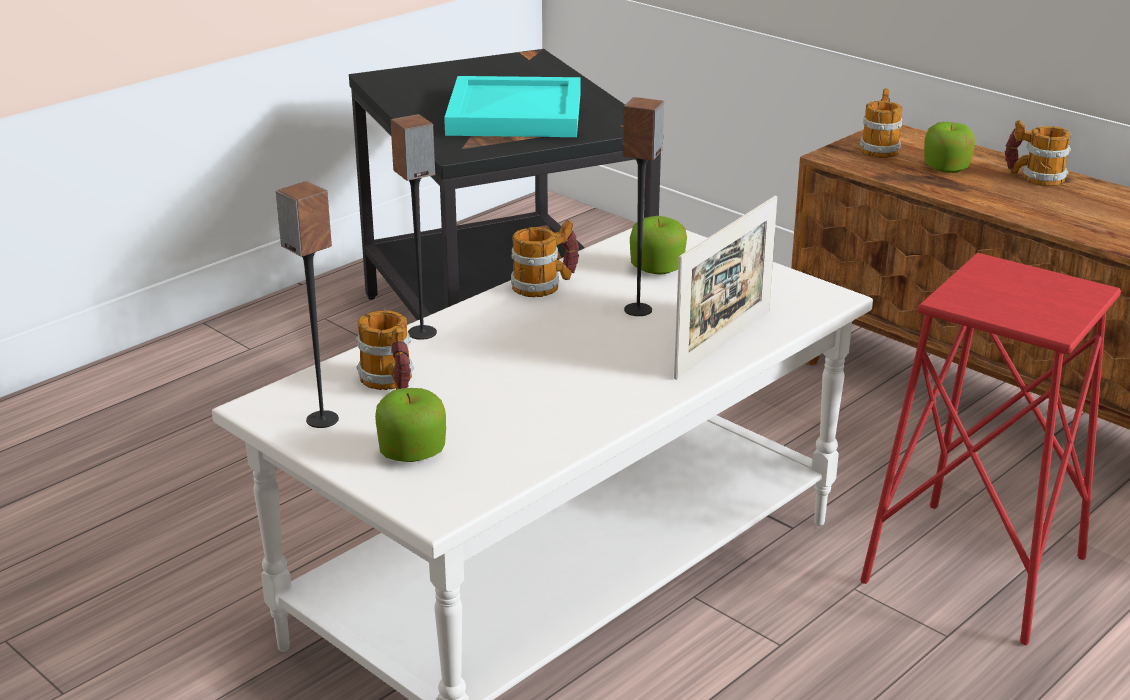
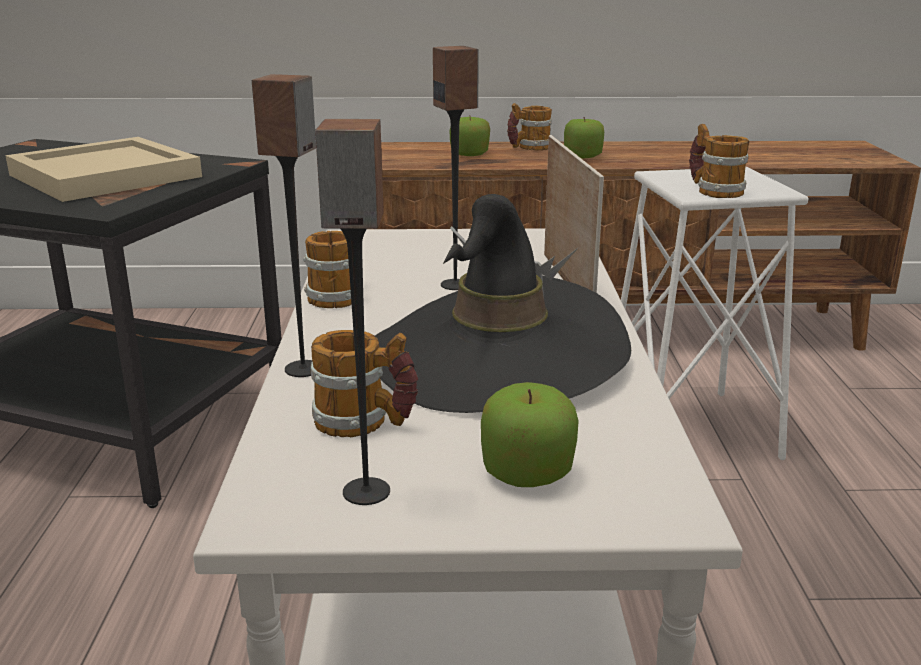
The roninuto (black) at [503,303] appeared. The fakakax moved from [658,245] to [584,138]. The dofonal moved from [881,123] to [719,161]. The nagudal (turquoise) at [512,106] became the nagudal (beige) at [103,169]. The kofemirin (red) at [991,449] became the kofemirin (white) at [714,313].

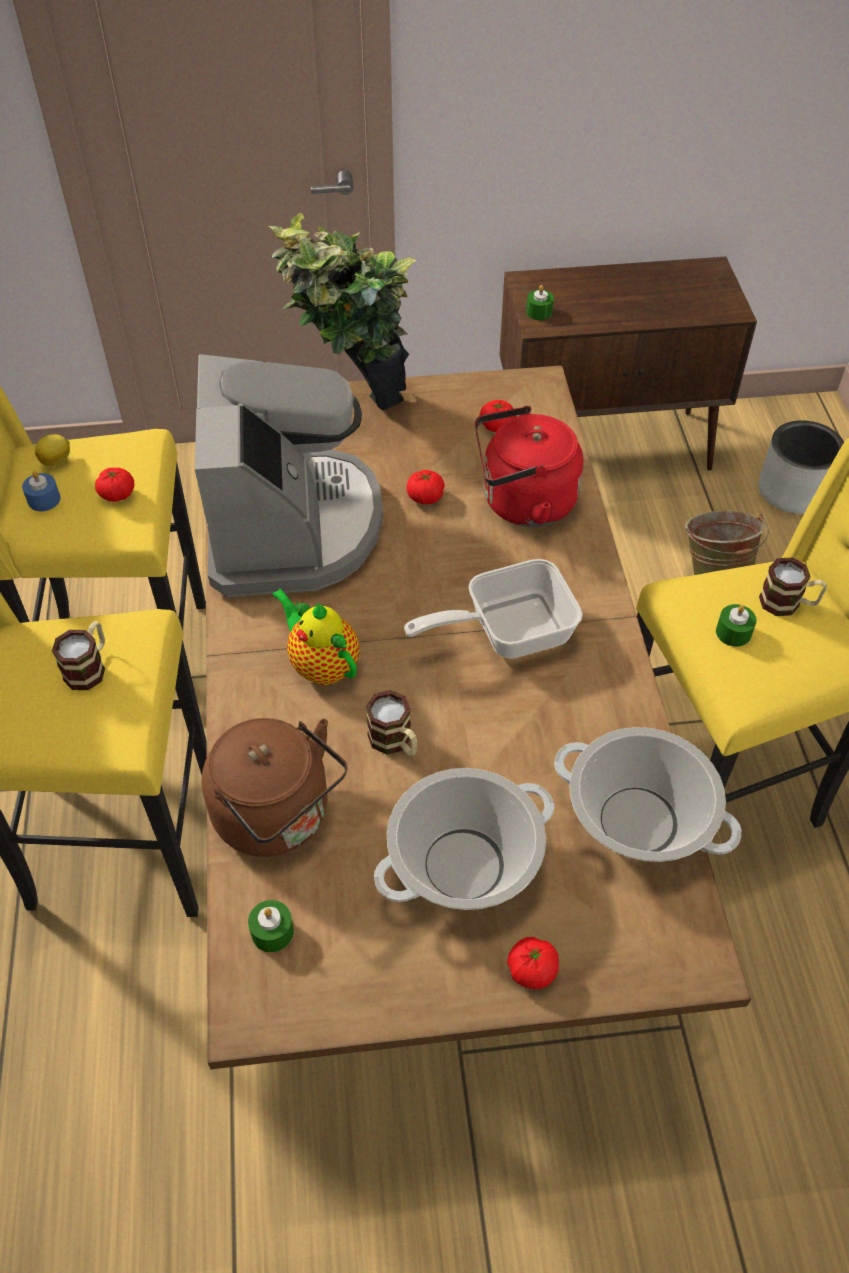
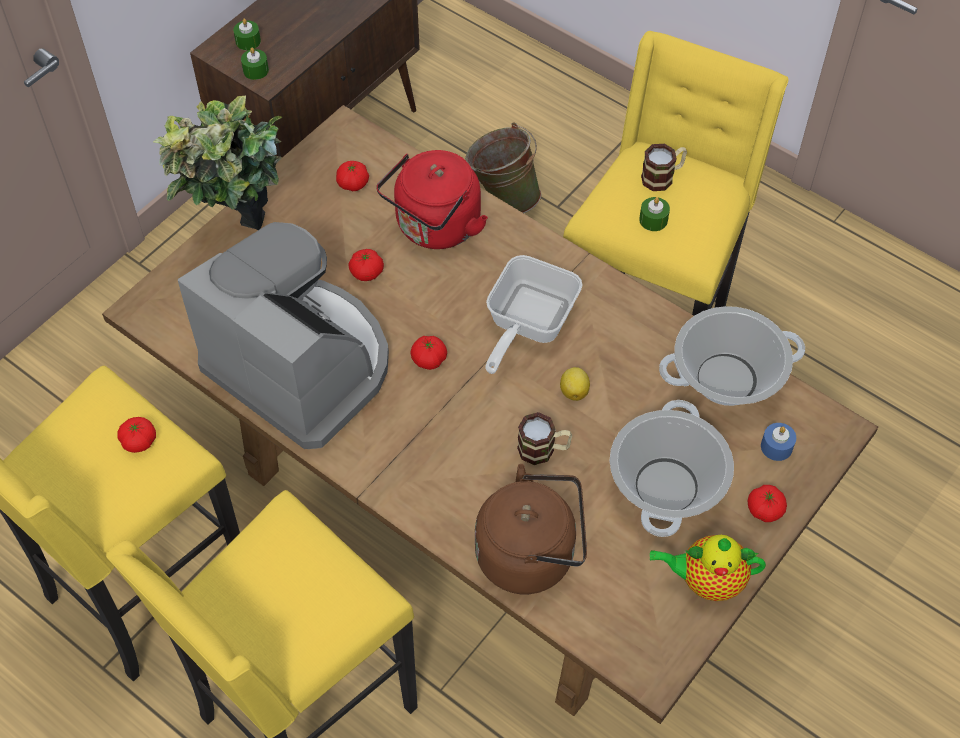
The dofonal at [78,655] disappeared. The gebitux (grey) at [801,467] disappeared. The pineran at [428,353] appeared. The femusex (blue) moved from [41,491] to [778,442]. The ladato moved from [52,450] to [575,384]. The femusex (green) moved from [271,926] to [247,34]. The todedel moved from [315,636] to [708,568].

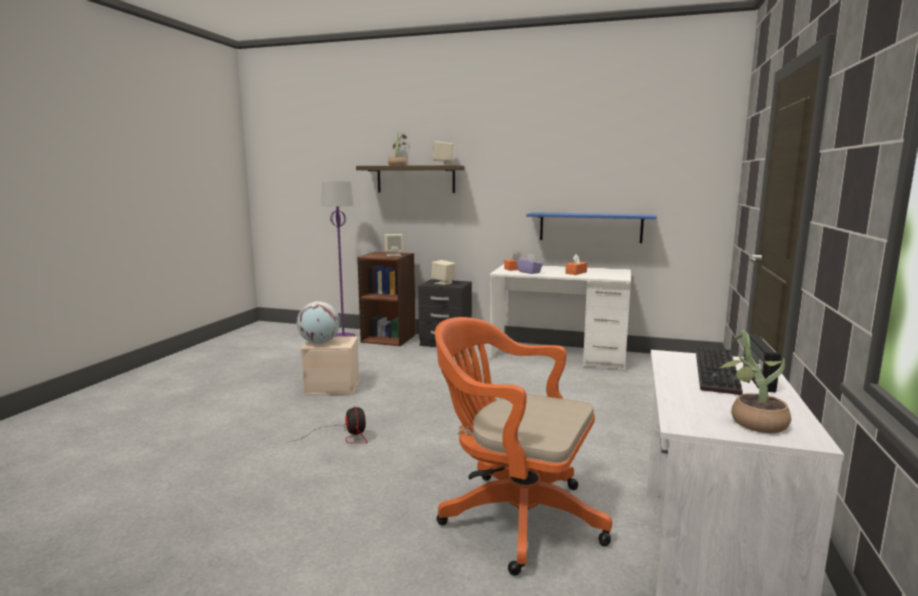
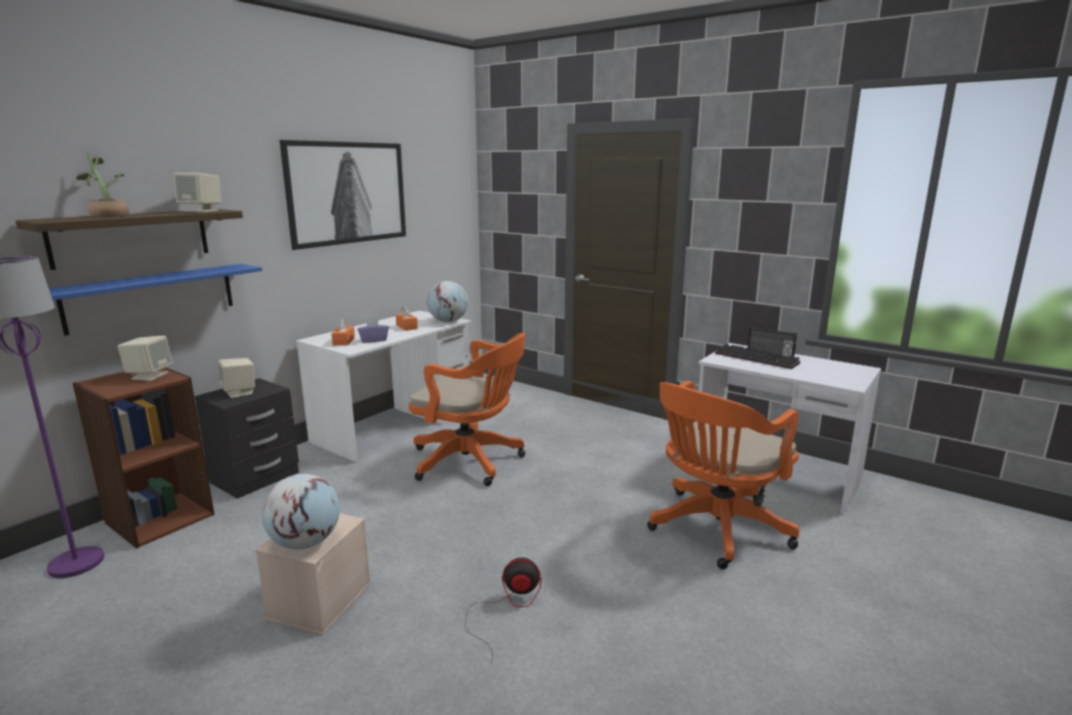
The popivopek at [755,381] disappeared. The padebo at [342,195] appeared. The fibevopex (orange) at [467,409] appeared. The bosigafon at [447,301] appeared. The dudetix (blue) moved from [591,227] to [155,300].

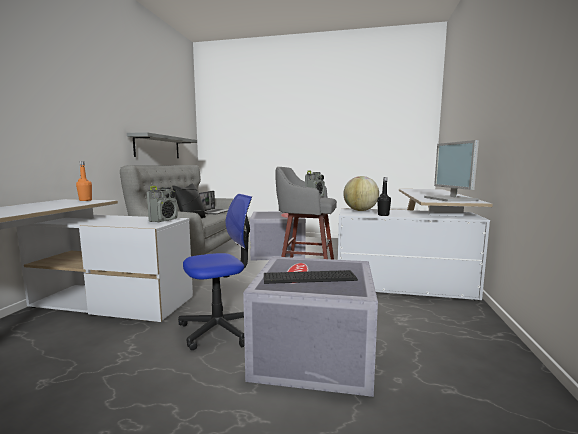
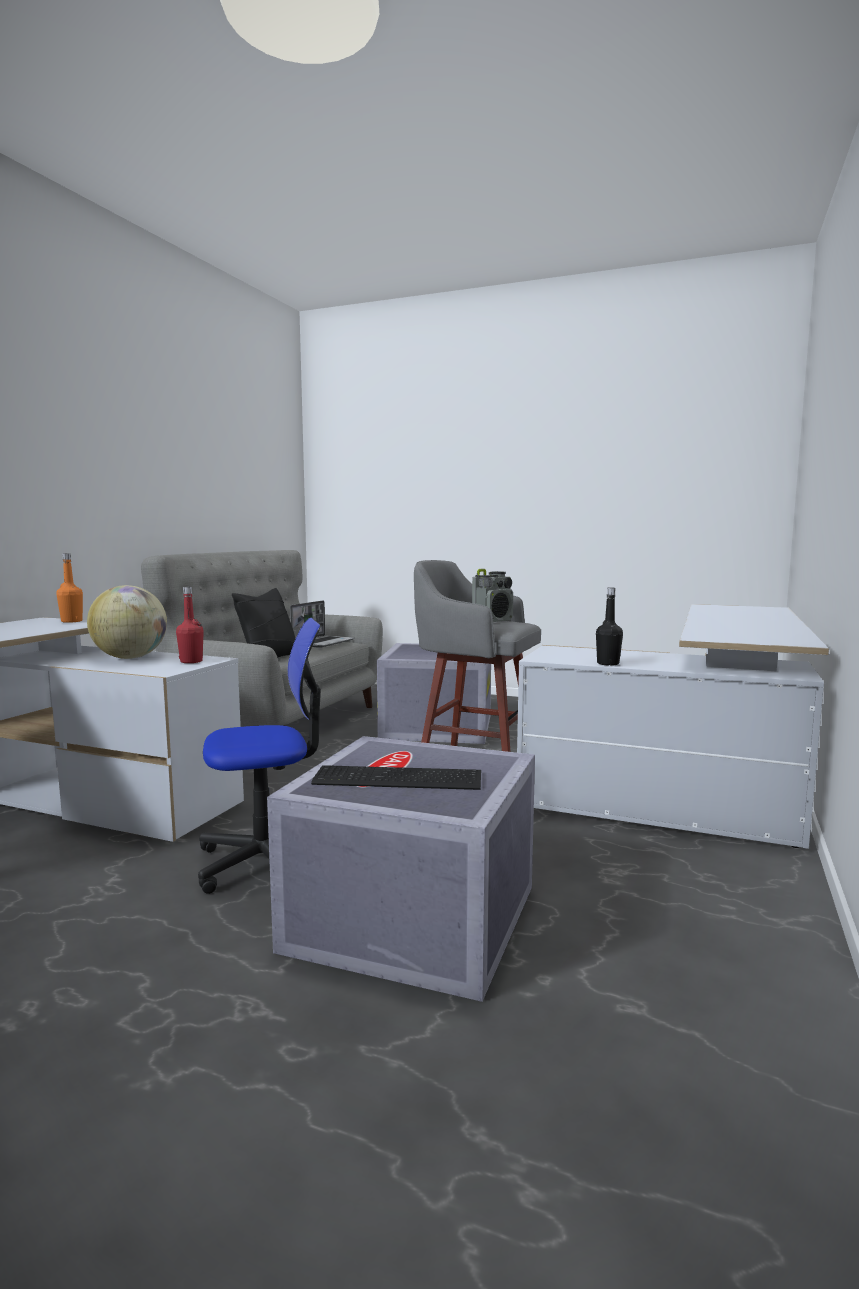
The dudetix (grey) at [162,145] disappeared. The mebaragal at [451,171] disappeared. The bosigafon moved from [361,193] to [127,622]. The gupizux at [162,204] was replaced by the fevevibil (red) at [190,625].

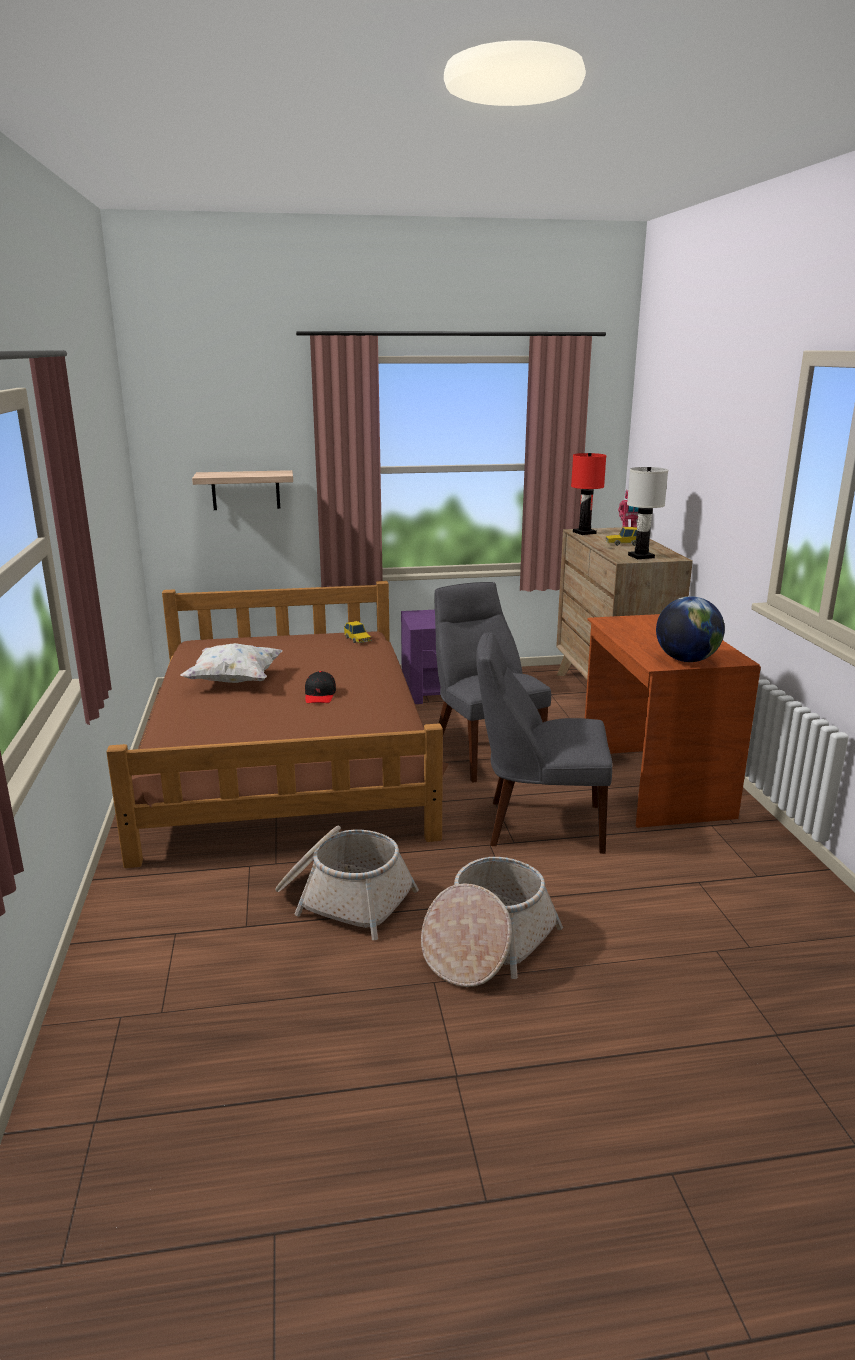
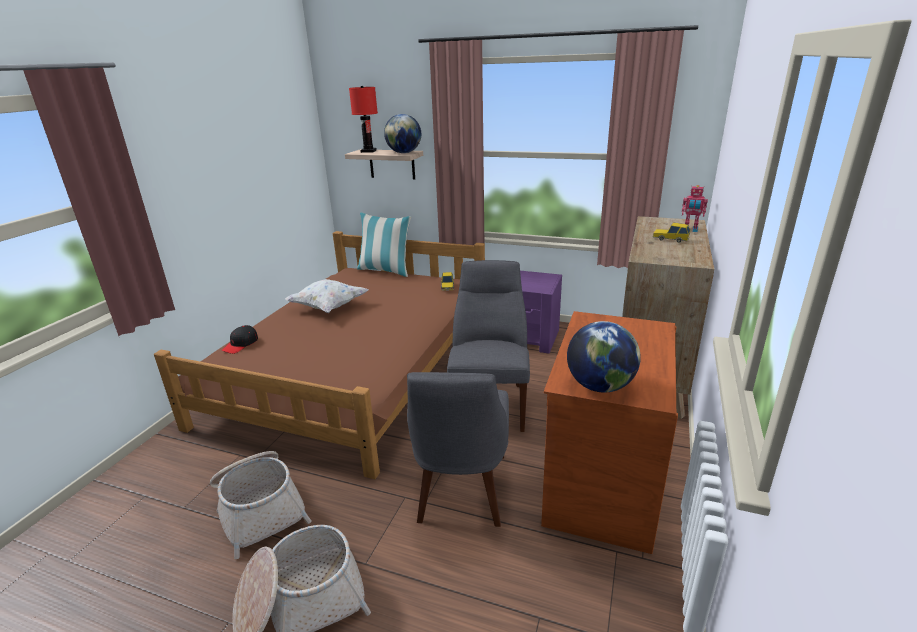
The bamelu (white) at [647,513] disappeared. The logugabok at [384,245] appeared. The bosigafon at [402,133] appeared. The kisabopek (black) moved from [320,687] to [240,339]. The bamelu (red) moved from [588,494] to [363,119]. The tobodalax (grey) at [544,743] turned 120 degrees counterclockwise.

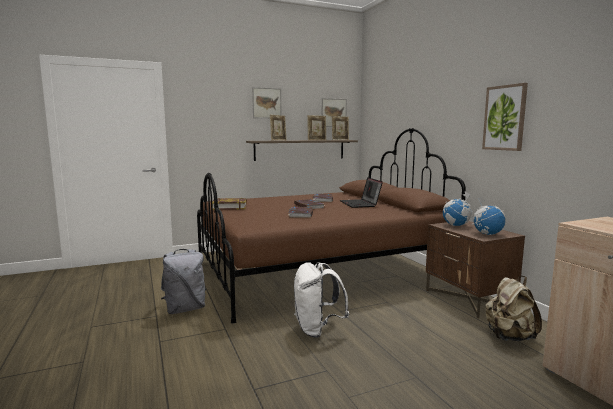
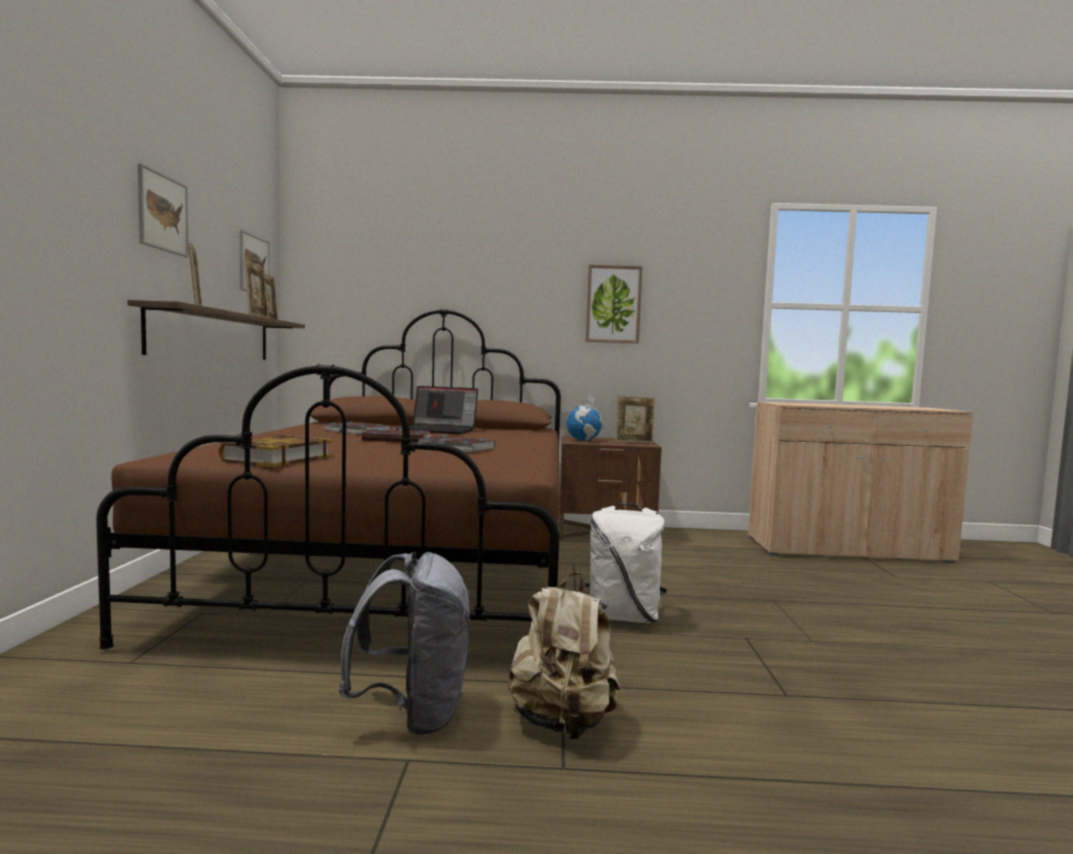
The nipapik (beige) moved from [513,308] to [564,655]. The bosigafon at [488,216] was replaced by the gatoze at [635,419].

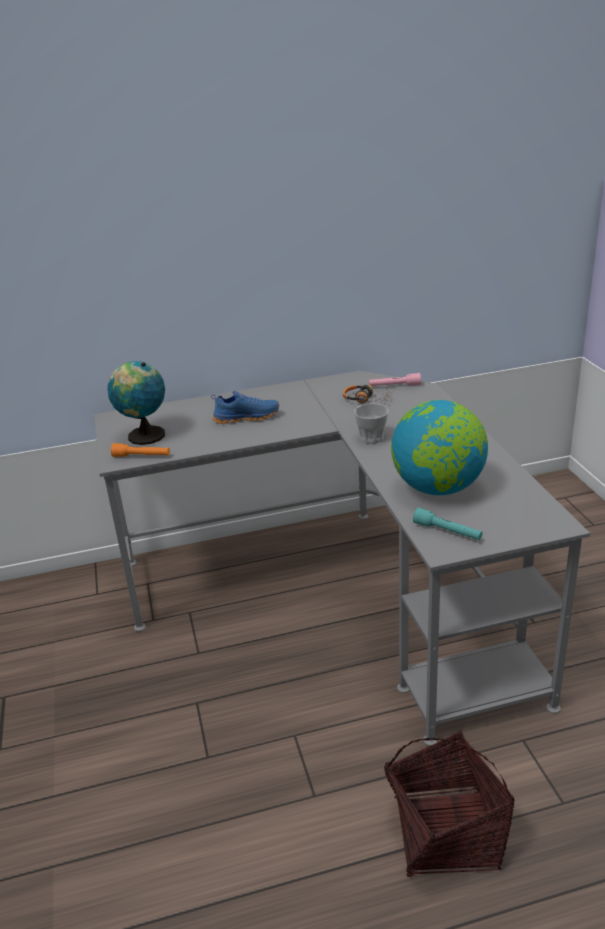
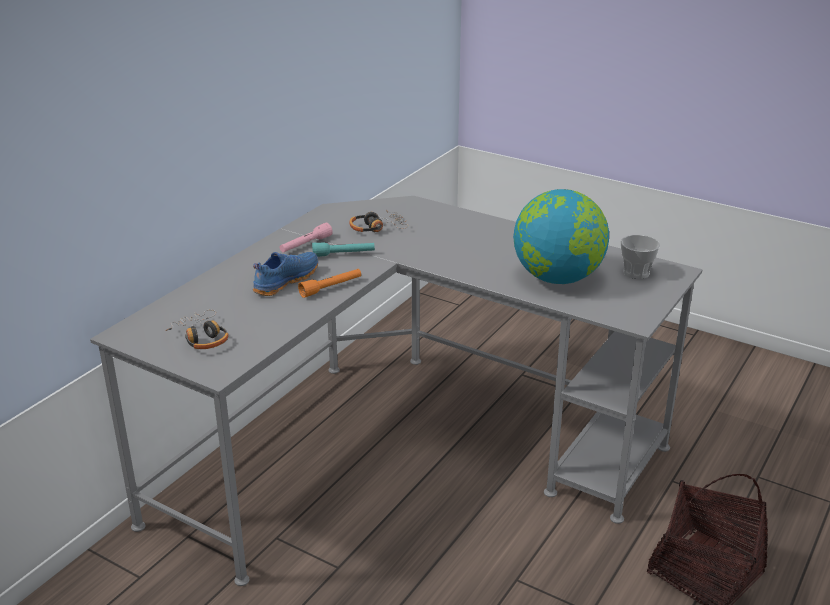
The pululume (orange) moved from [140,450] to [329,283]. The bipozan moved from [371,423] to [640,257]. The pululume (pink) moved from [395,379] to [306,237]. The pululume (turquoise) moved from [448,523] to [343,250]. The bosigafon at [136,403] was replaced by the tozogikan at [197,329].

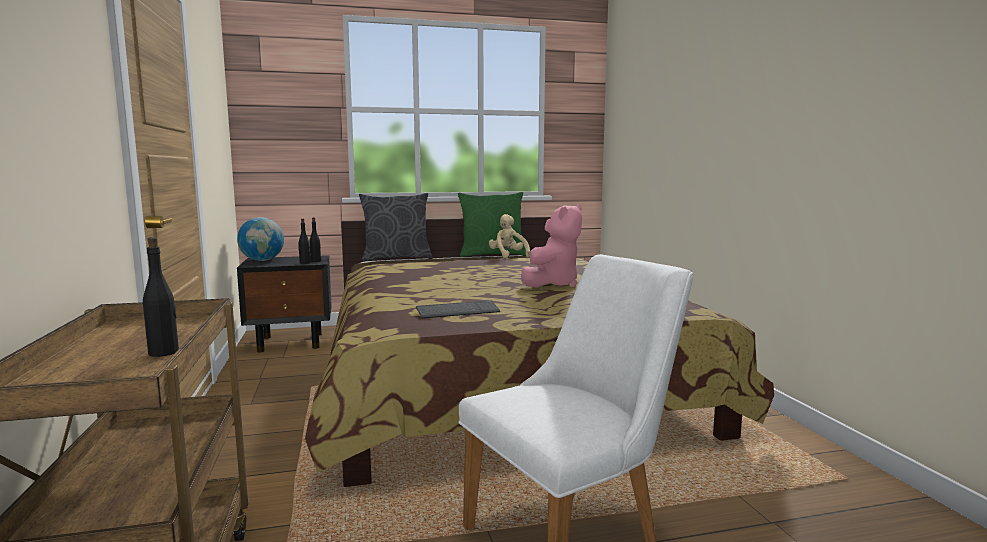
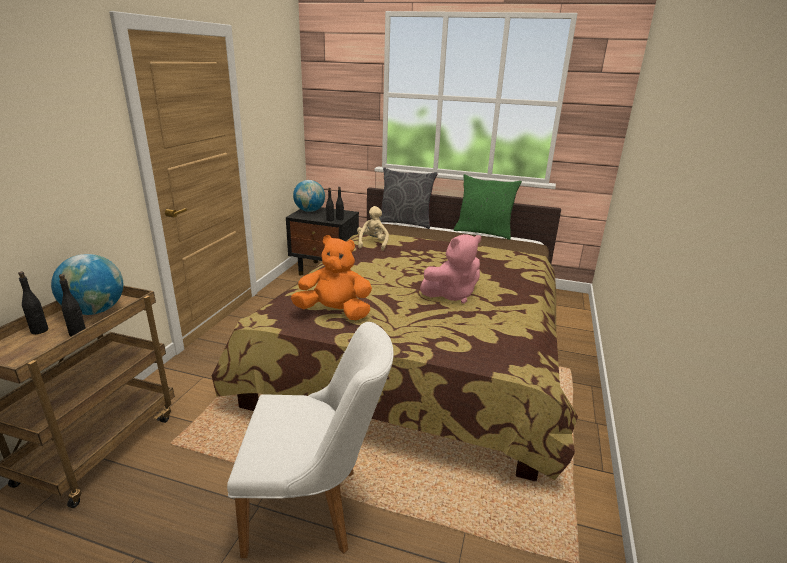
The fevevibil (black) at [33,303] appeared. The bosigafon at [87,284] appeared. The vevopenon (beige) moved from [509,236] to [373,228]. The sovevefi at [458,309] was replaced by the vevopenon (orange) at [331,277].

